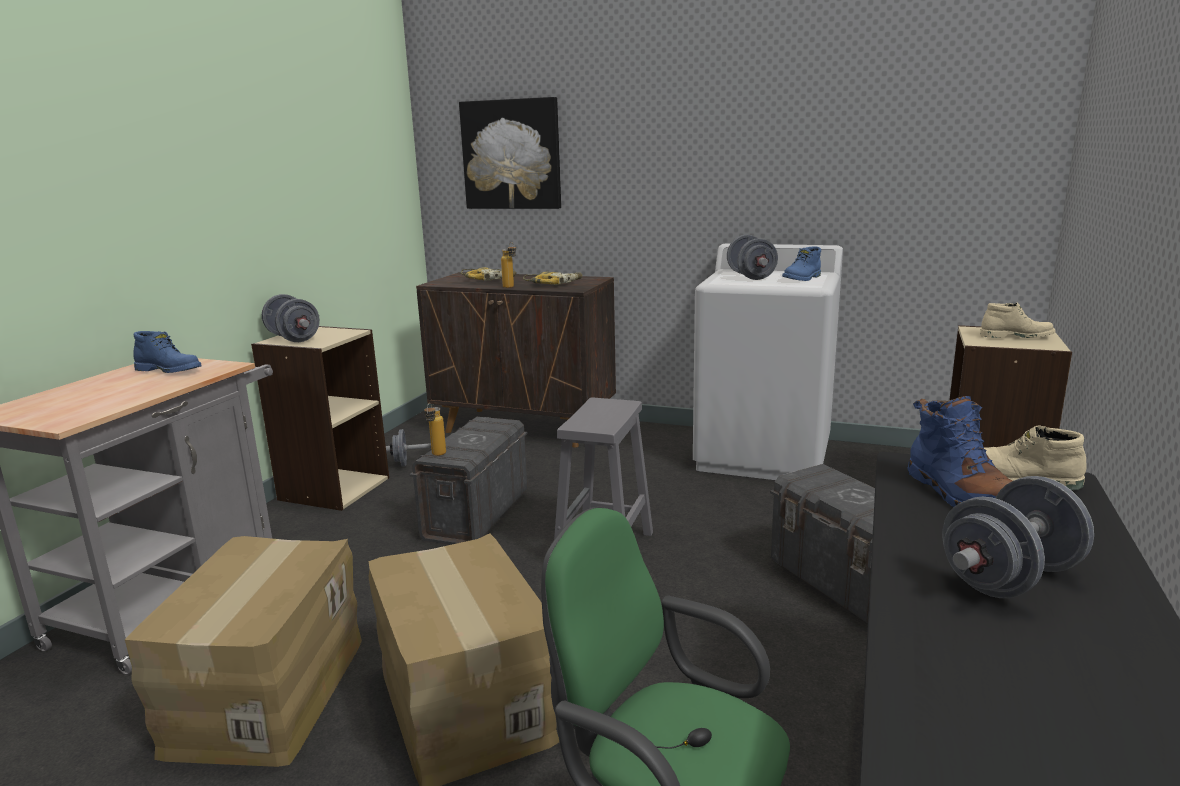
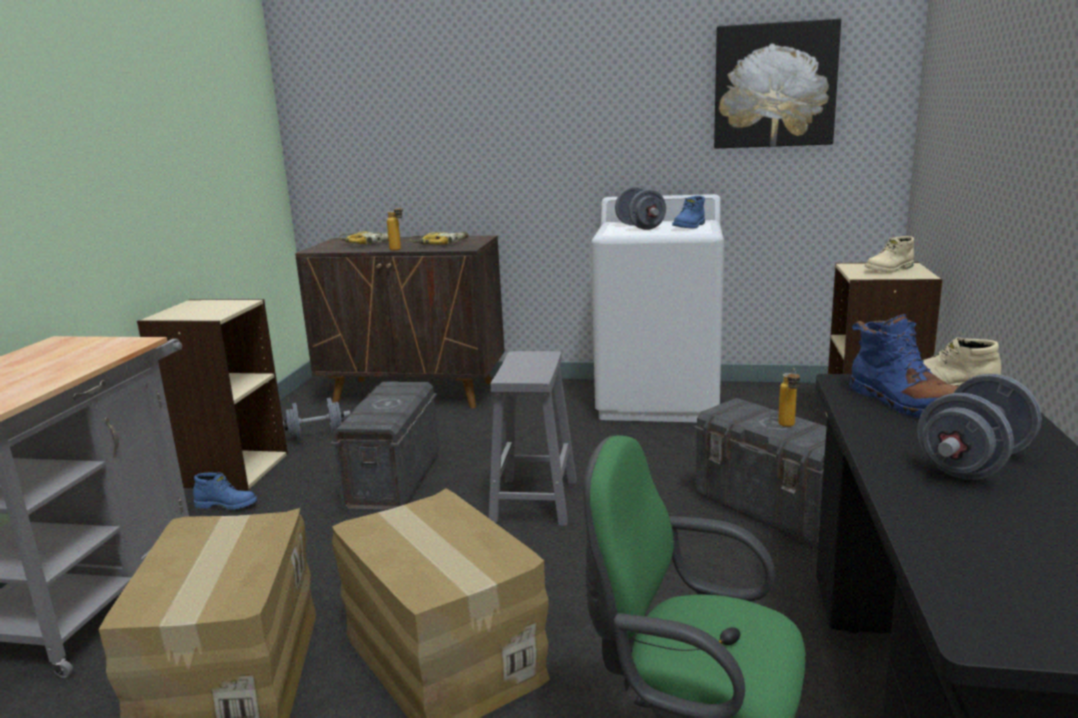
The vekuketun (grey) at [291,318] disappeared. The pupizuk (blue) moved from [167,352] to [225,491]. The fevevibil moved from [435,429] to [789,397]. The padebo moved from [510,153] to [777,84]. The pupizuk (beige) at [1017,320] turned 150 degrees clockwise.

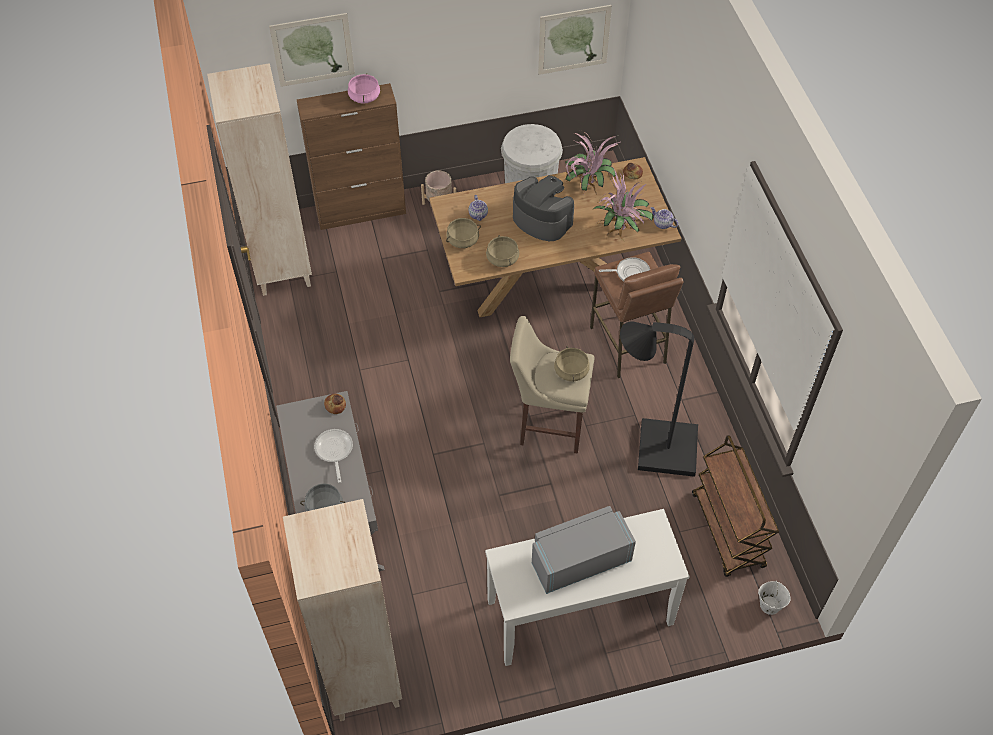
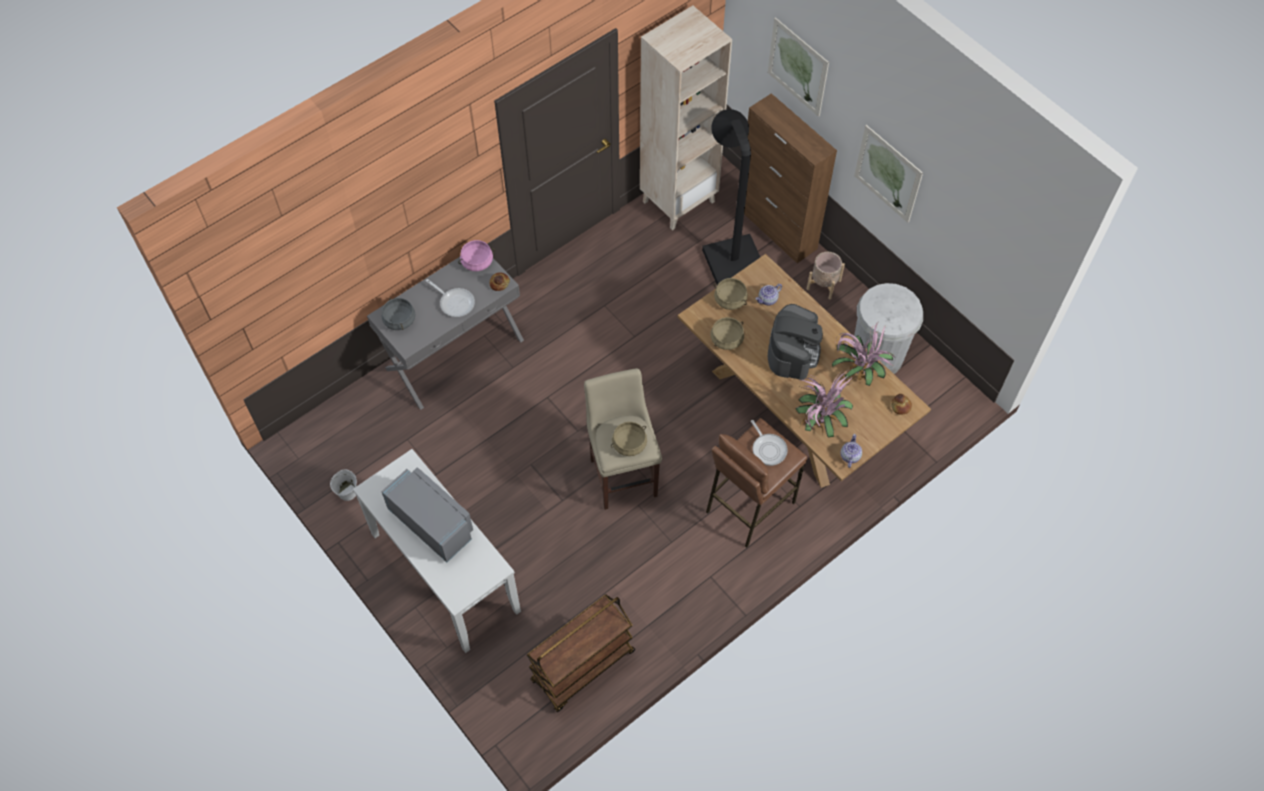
The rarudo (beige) at [342,610] disappeared. The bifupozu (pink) moved from [364,88] to [476,255]. The padebo moved from [575,40] to [888,174]. The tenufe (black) moved from [659,399] to [731,196]. The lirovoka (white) moved from [774,598] to [343,485]. The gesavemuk at [333,456] turned 75 degrees clockwise.

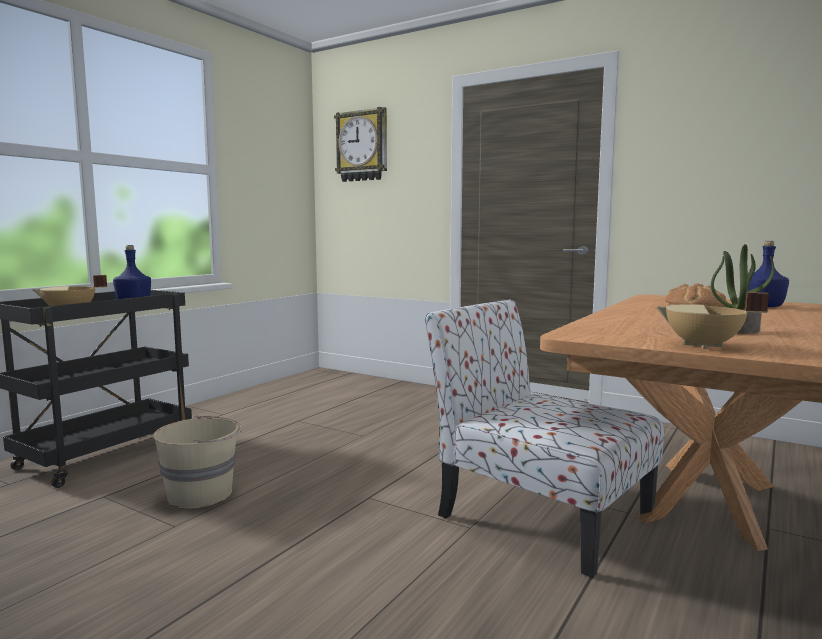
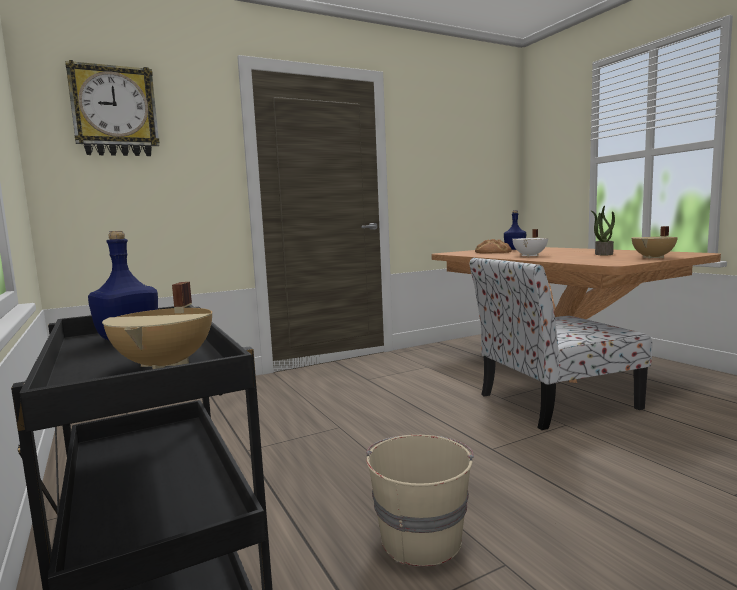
The bifupozu (white) at [530,243] appeared.

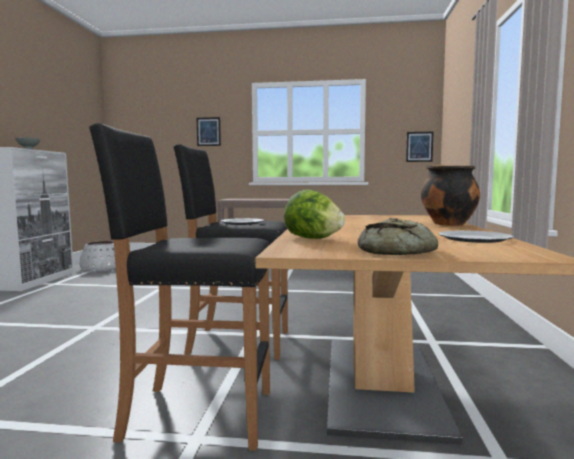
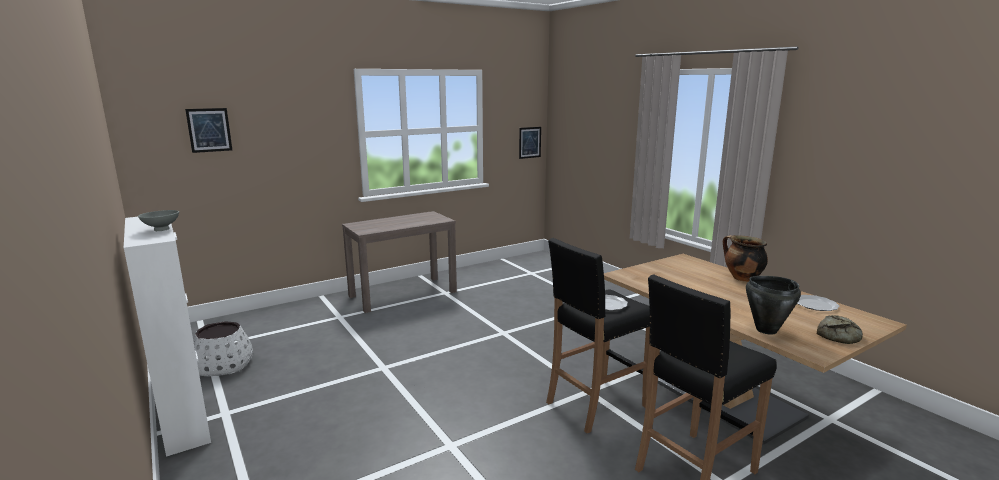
The padebo moved from [209,131] to [208,130]. The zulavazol at [314,214] was replaced by the bifupozu (black) at [773,305].

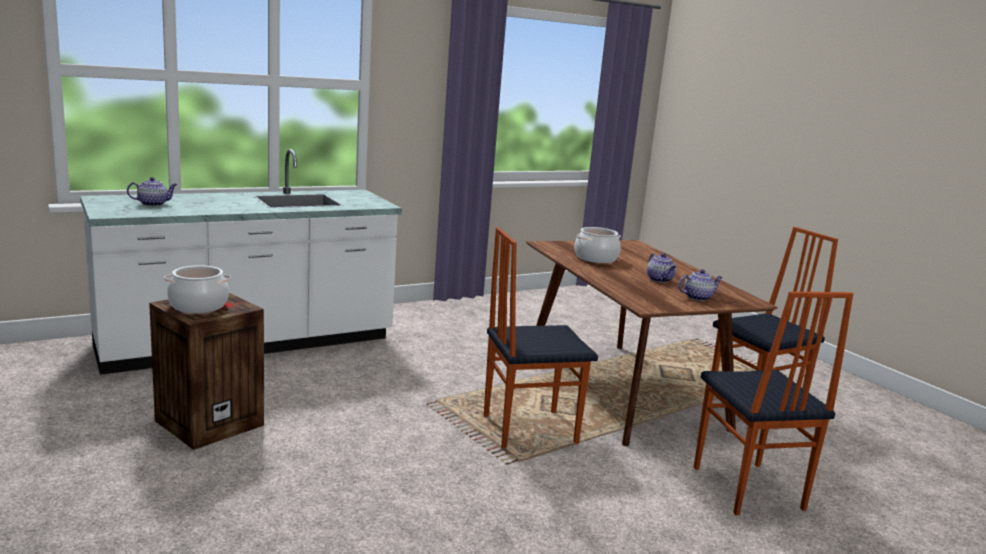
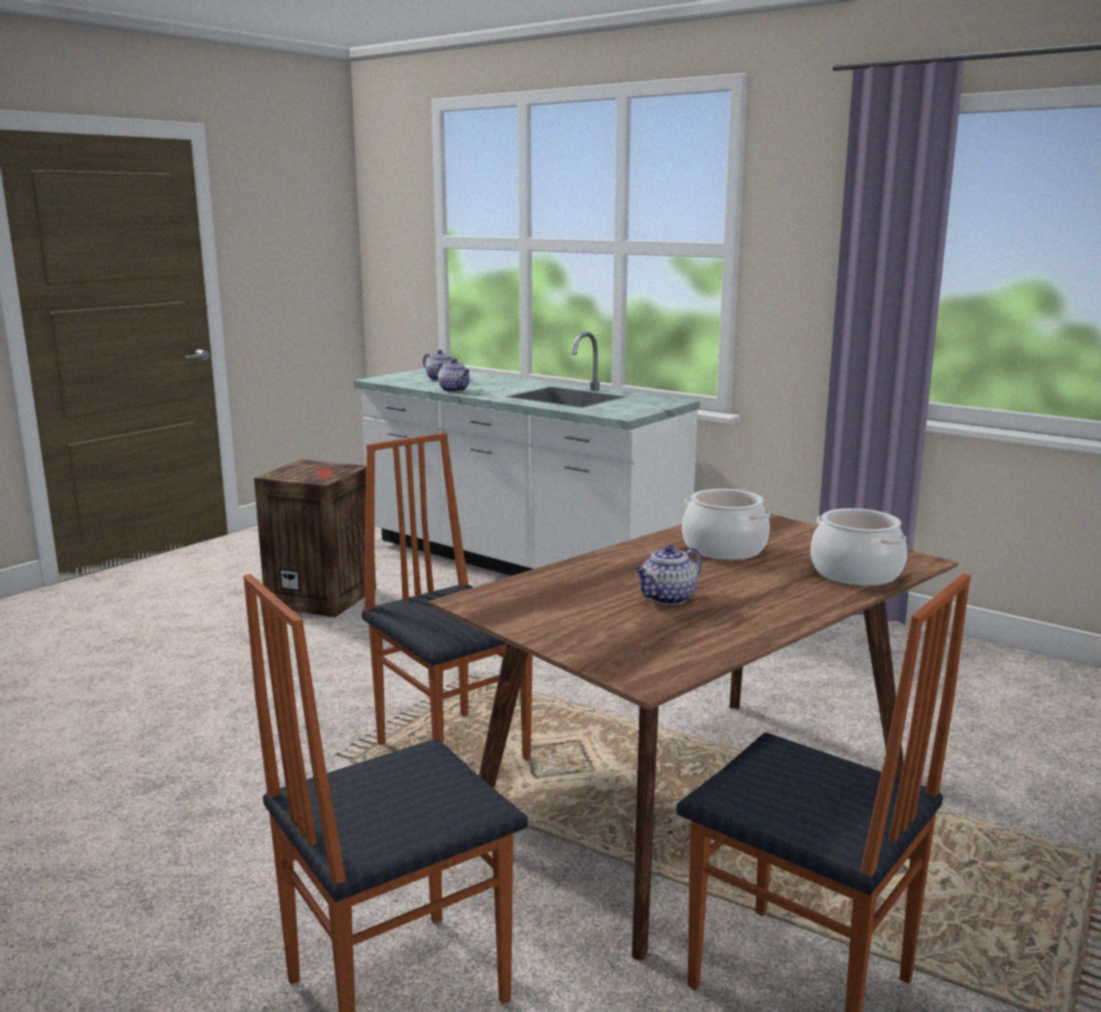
The bifupozu moved from [197,289] to [858,547]. The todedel moved from [700,285] to [454,375].

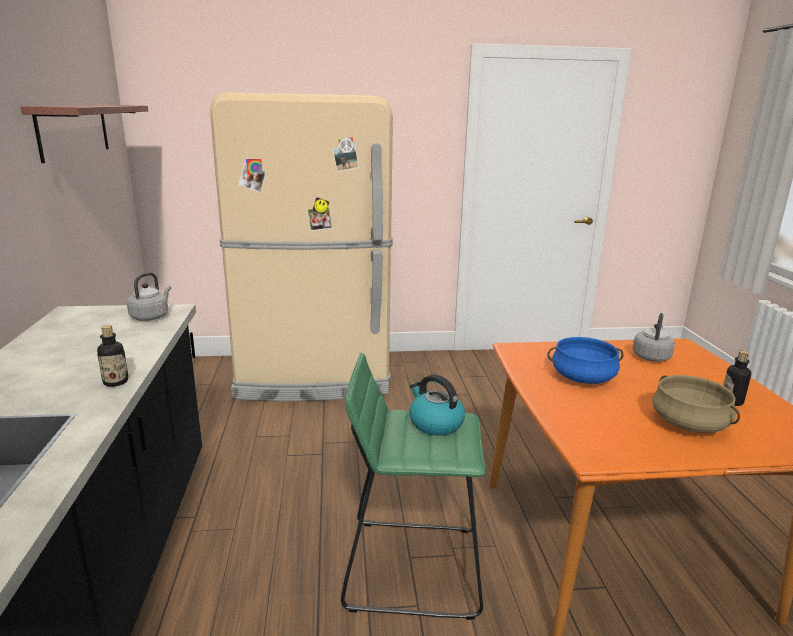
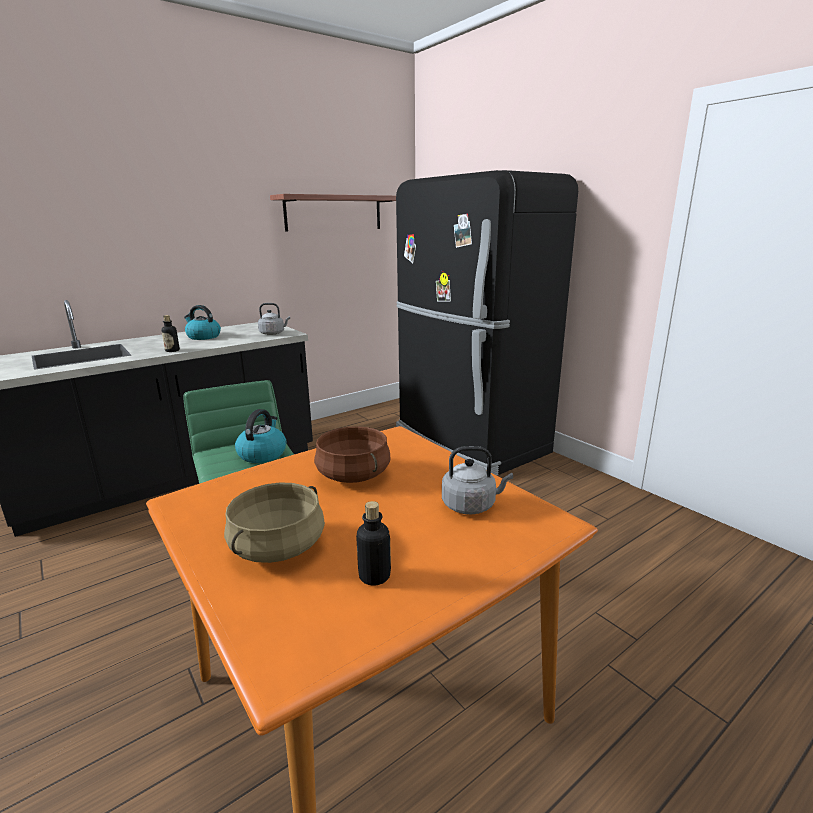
The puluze at [202,322] appeared. The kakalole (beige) at [301,246] became the kakalole (black) at [487,323]. The bifupozu (blue) at [585,360] became the bifupozu (brown) at [352,454].

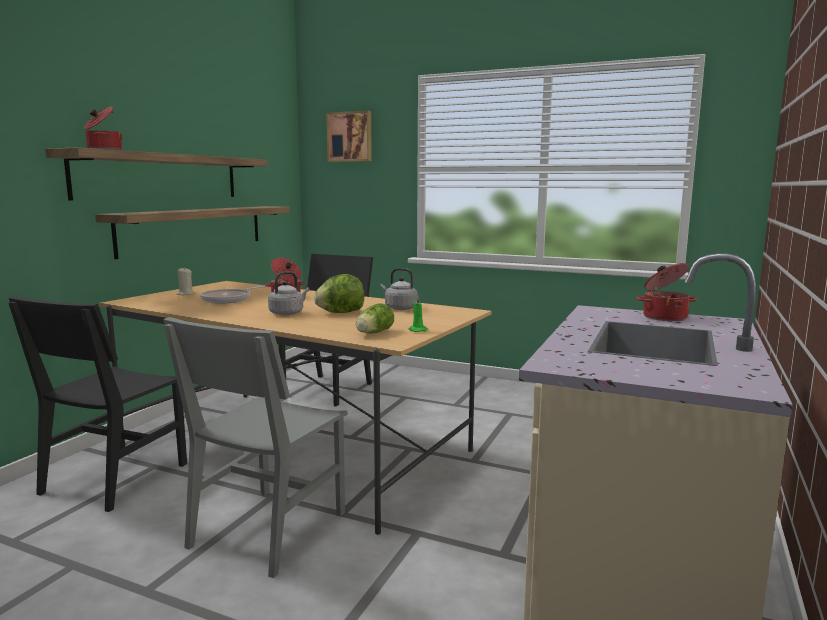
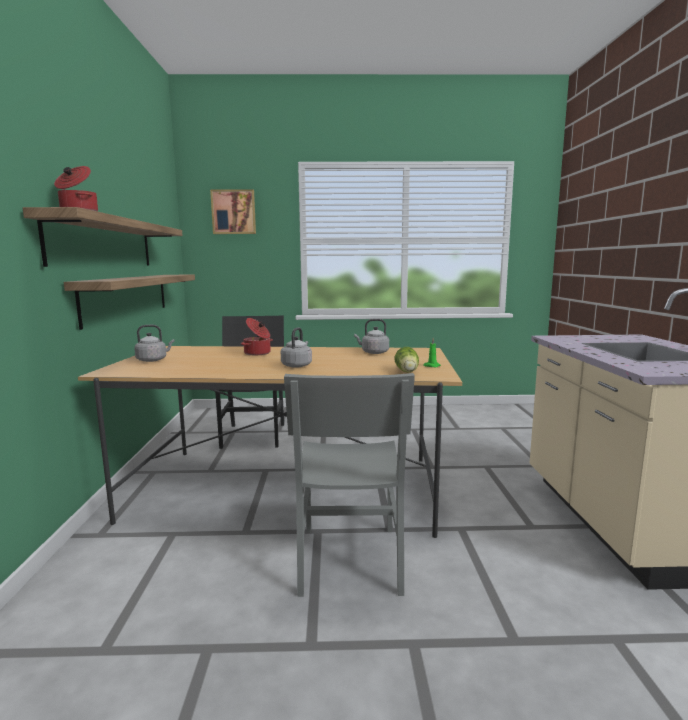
The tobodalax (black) at [98,404] disappeared. The gesavemuk at [233,295] disappeared. The zulavazol at [339,293] disappeared. The bifupozu at [666,292] disappeared. The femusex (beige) at [185,281] was replaced by the puluze (grey) at [154,343].

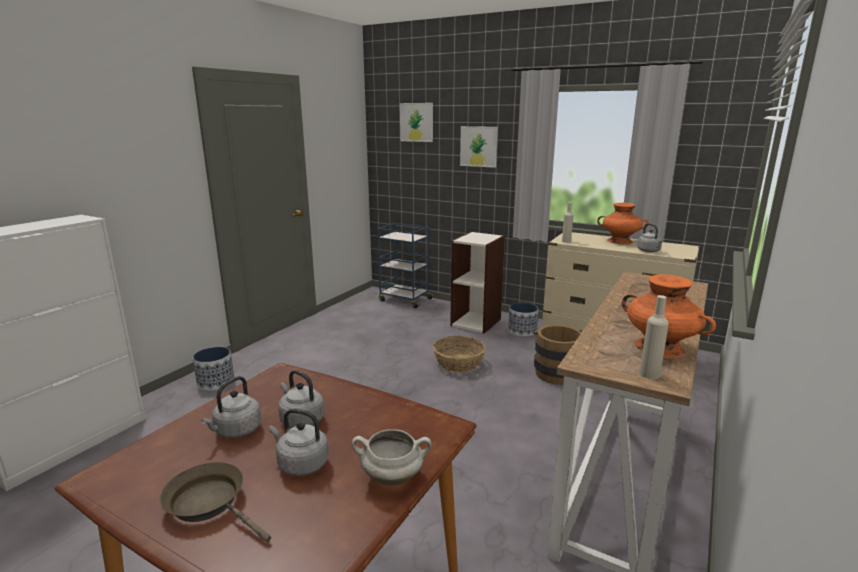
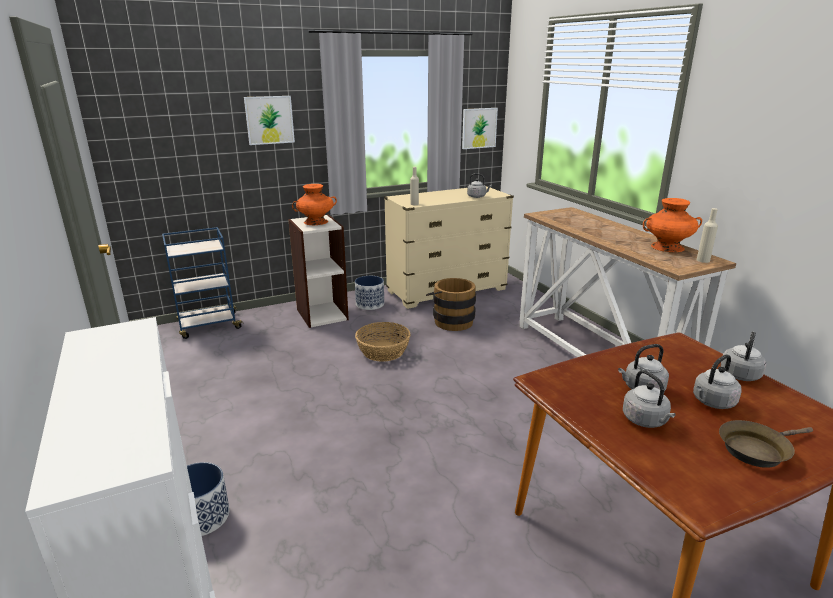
The padebo moved from [416,122] to [480,128]. The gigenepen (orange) moved from [623,223] to [314,204]. The bifupozu (white) at [391,457] was replaced by the puluze (grey) at [743,356].

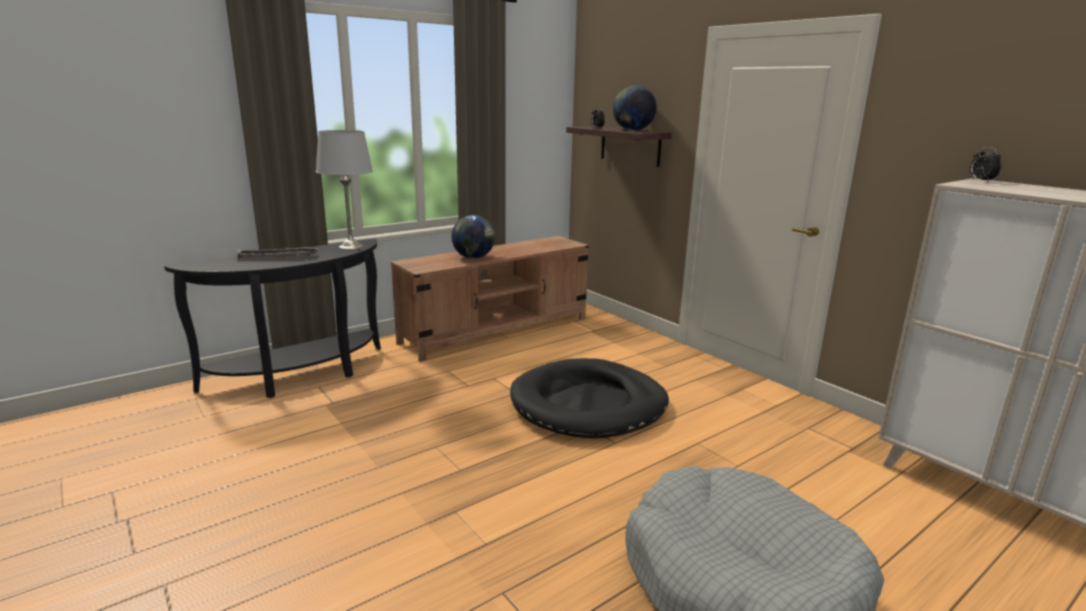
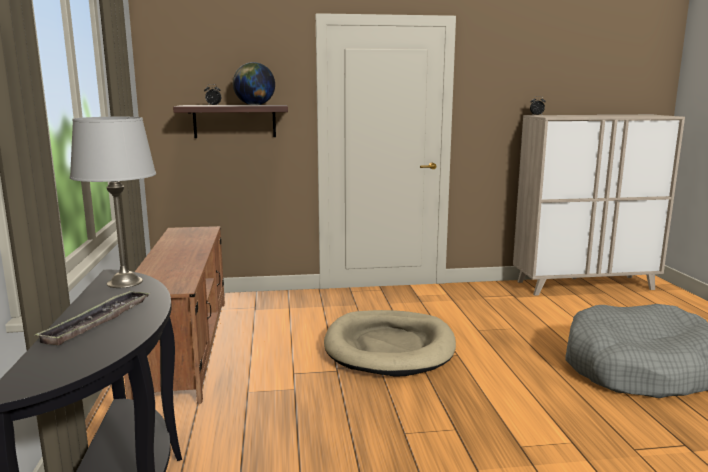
The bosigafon at [473,237] disappeared. The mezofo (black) at [589,398] became the mezofo (beige) at [390,343].

